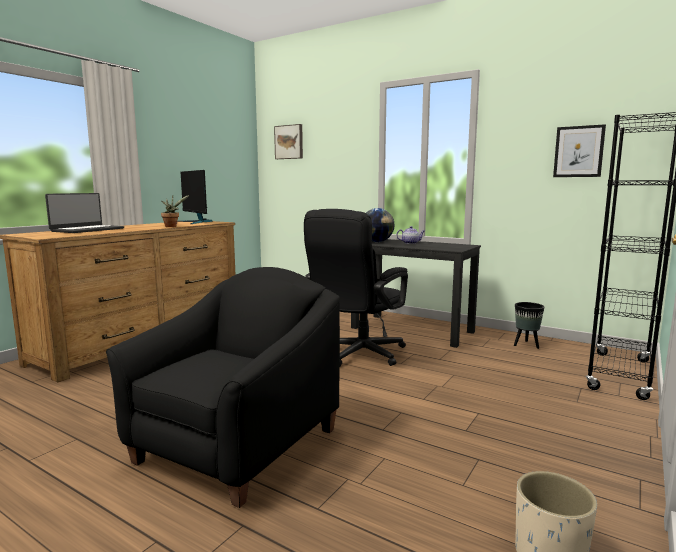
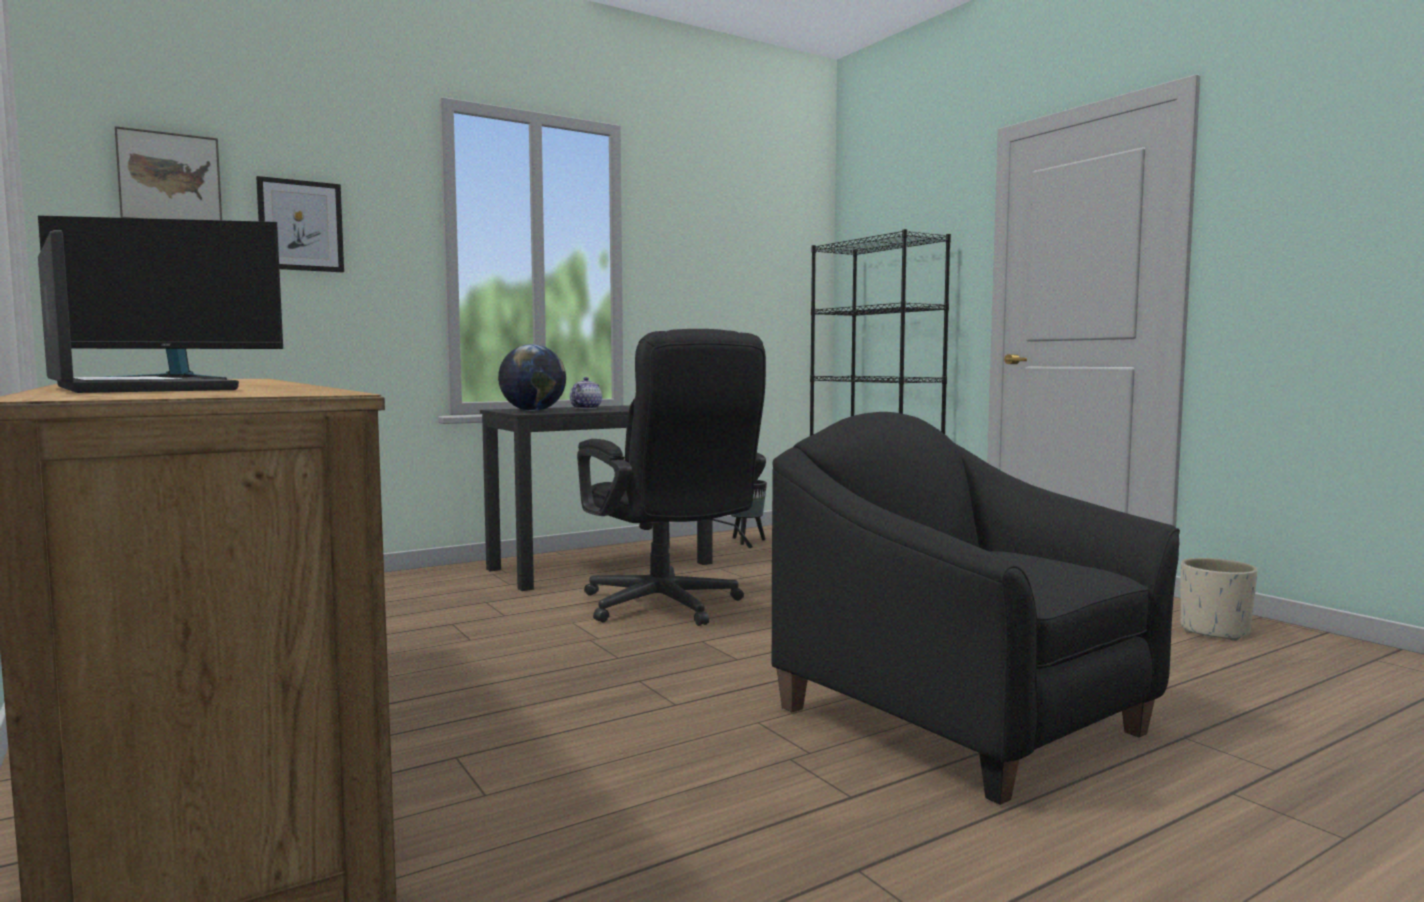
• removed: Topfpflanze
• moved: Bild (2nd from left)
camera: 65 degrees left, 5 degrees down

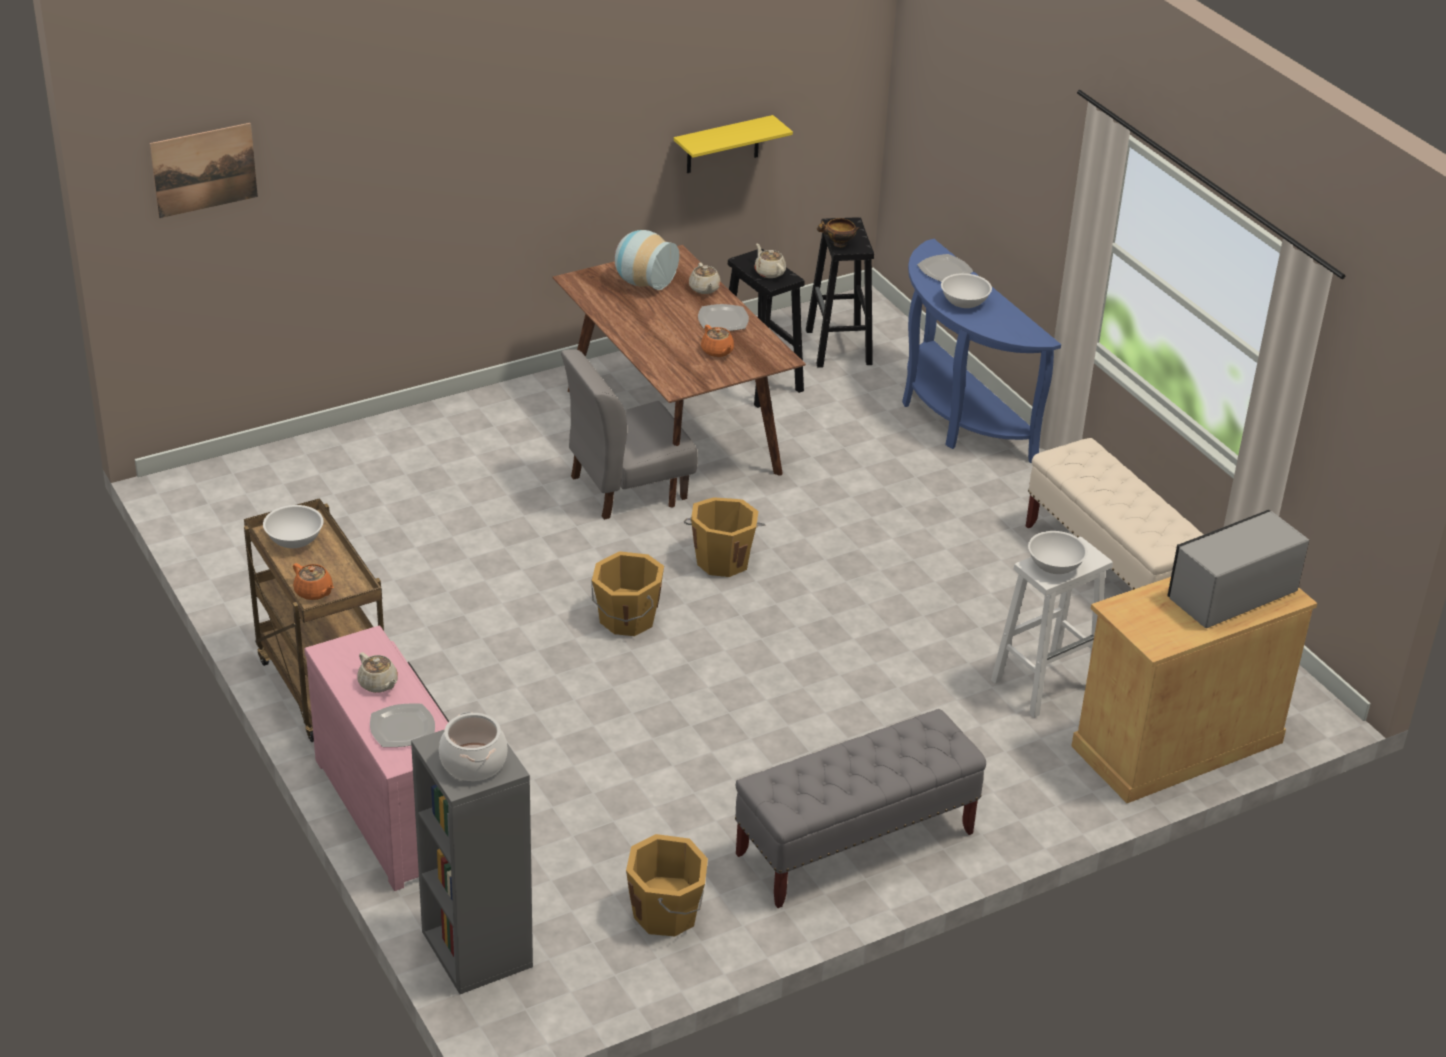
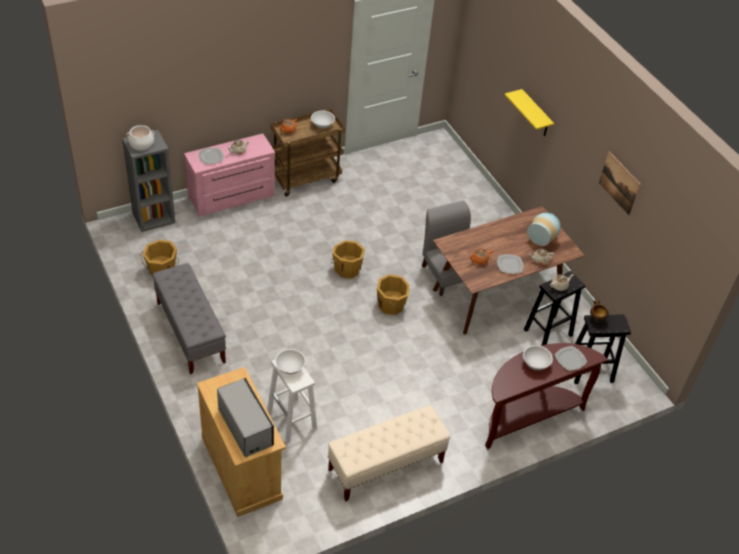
• moved: Bild
• moved: Wandregal (gelb)
• recoloured: Konsolentisch (blau) to Konsolentisch (braun)
camera: 90 degrees right, 10 degrees up

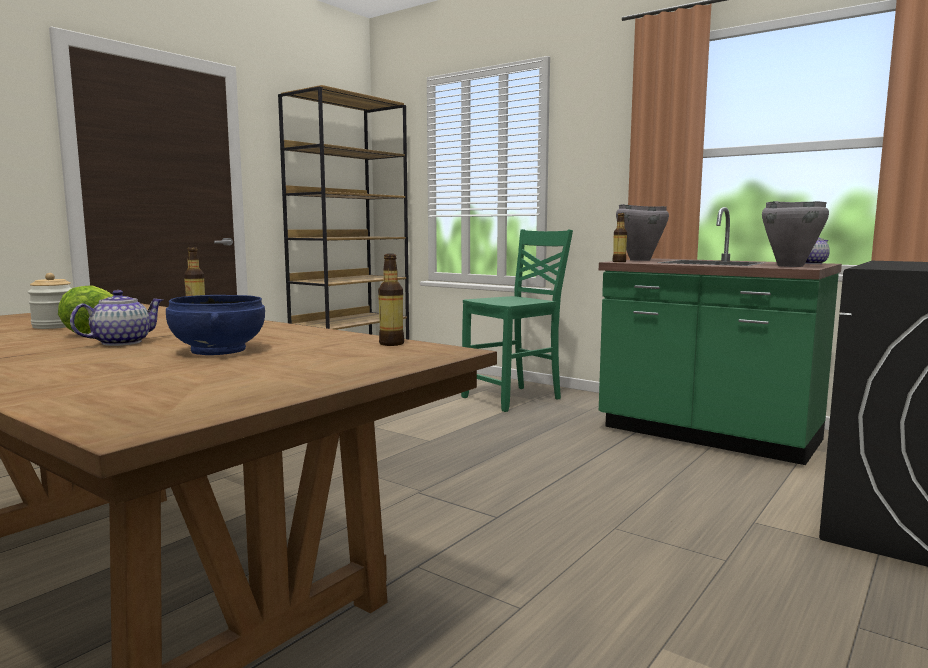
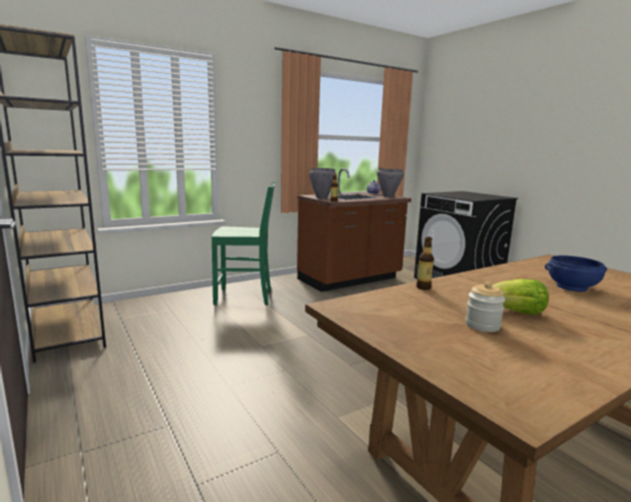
• removed: Teekanne (1st from left)
• removed: Flasche (2nd from left)
• recoloured: Küchenzeile (grün) to Küchenzeile (braun)
• turned: Stuhl (grün) 105 degrees clockwise
camera: 70 degrees left, 5 degrees up

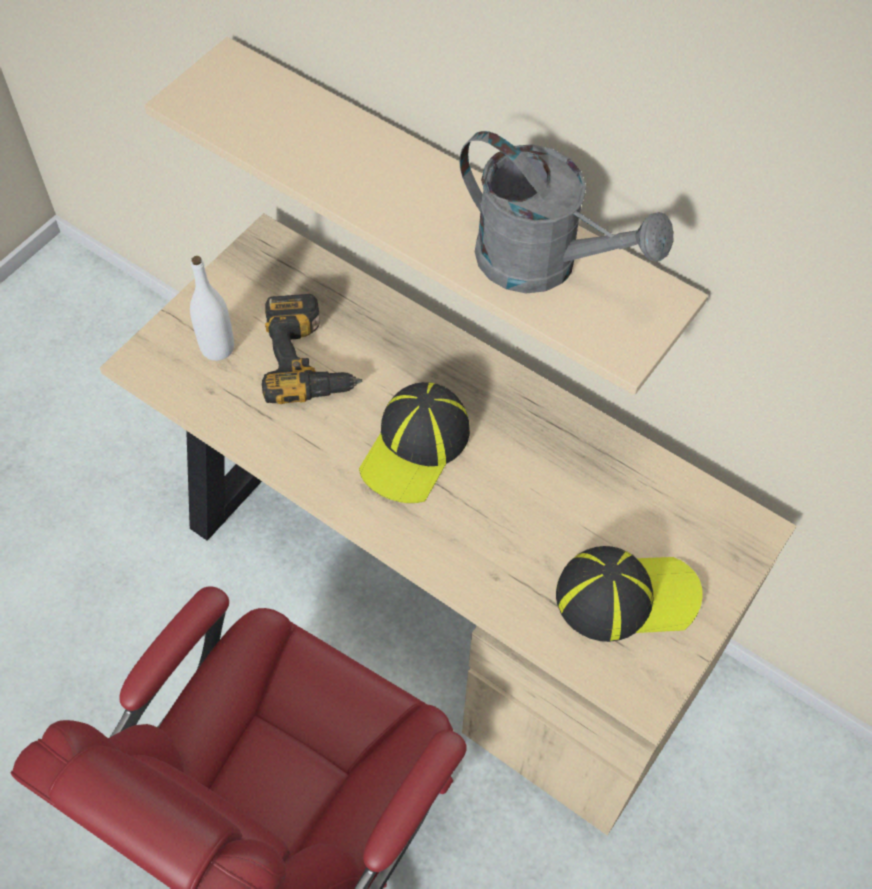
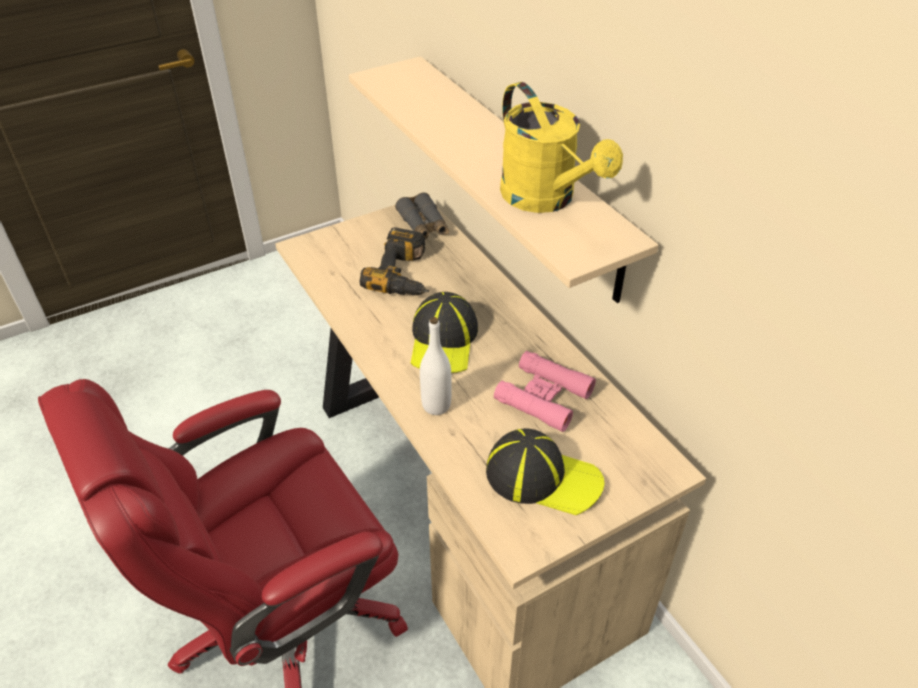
• added: Fernglas (grau)
• added: Fernglas (rosa)
• moved: Flasche (weiß)
• recoloured: Gießkanne (grau) to Gießkanne (gelb)
• turned: Kappe (1st from left) 45 degrees counterclockwise
camera: 25 degrees right, 15 degrees down

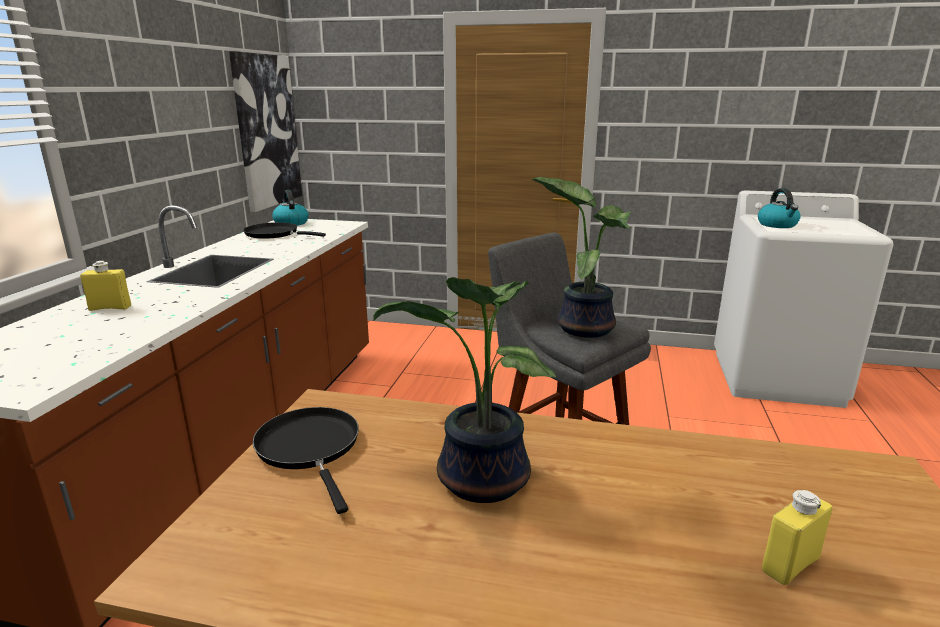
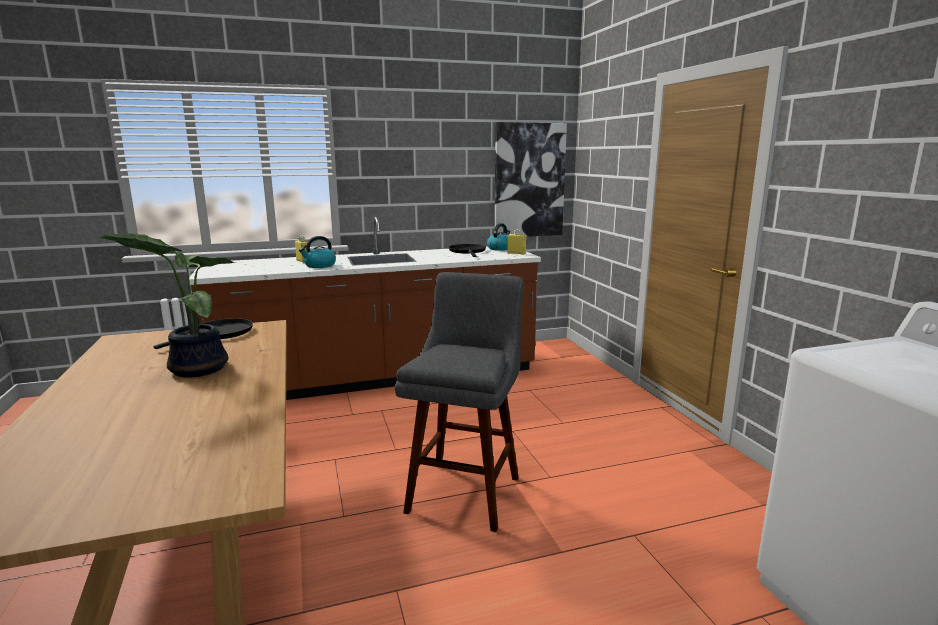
• removed: Topfpflanze (2nd from left)
• moved: Wasserkessel (2nd from left in the first image) to Wasserkessel (1st from left)
• moved: Flasche (gelb) (2nd from left)
camera: 60 degrees right, 5 degrees down

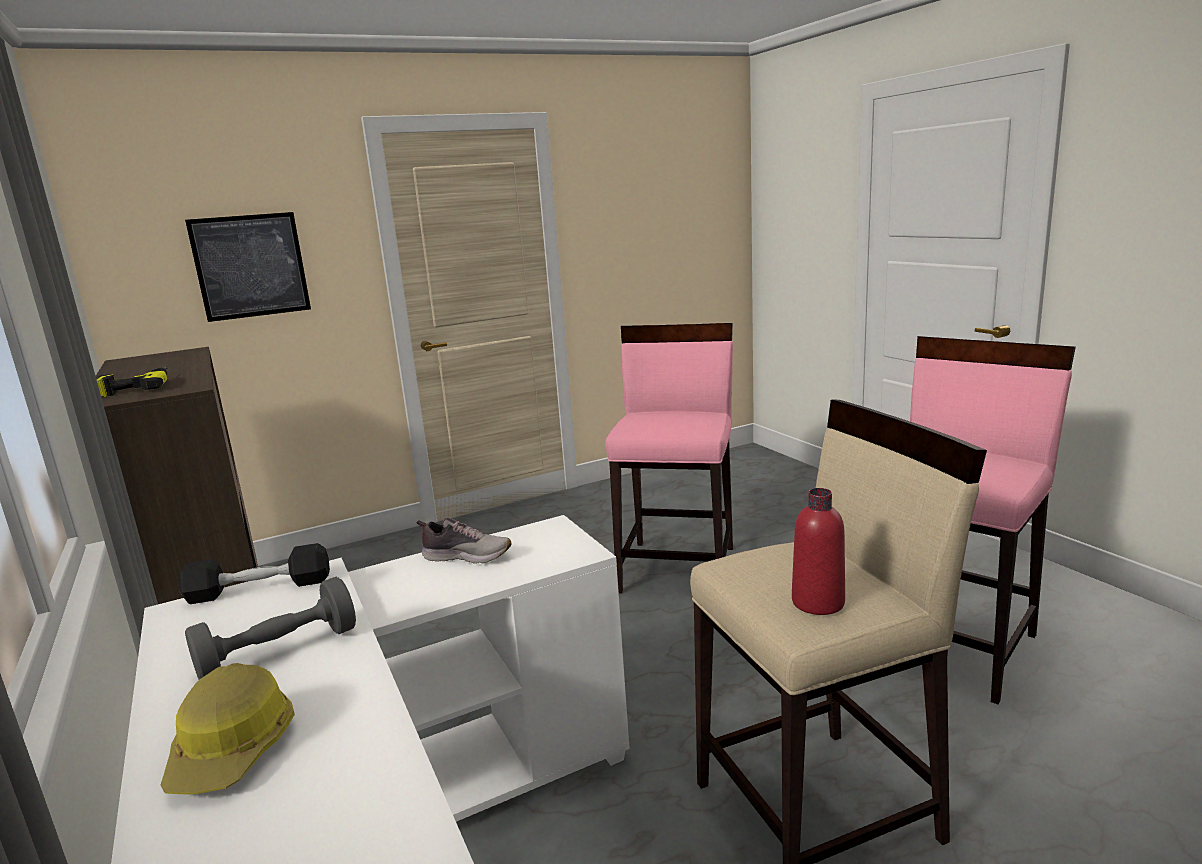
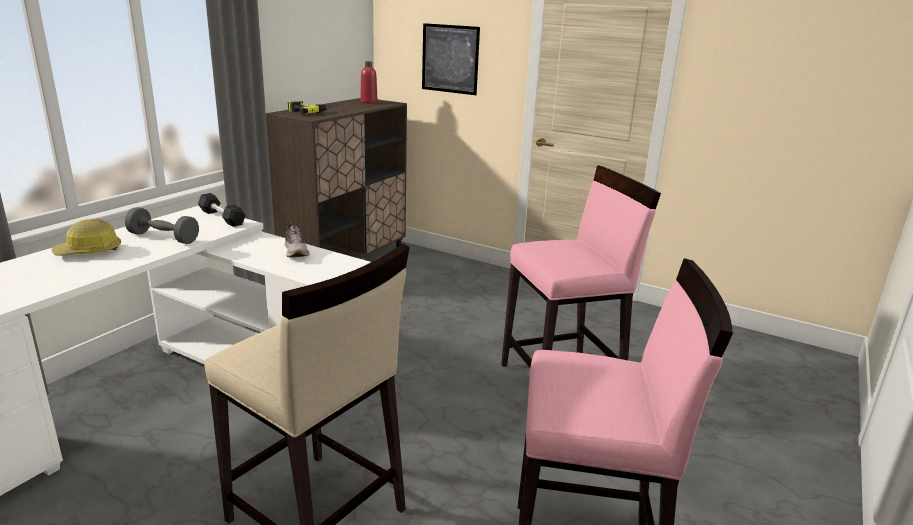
• moved: Flasche (rot)
camera: 55 degrees right, 5 degrees up

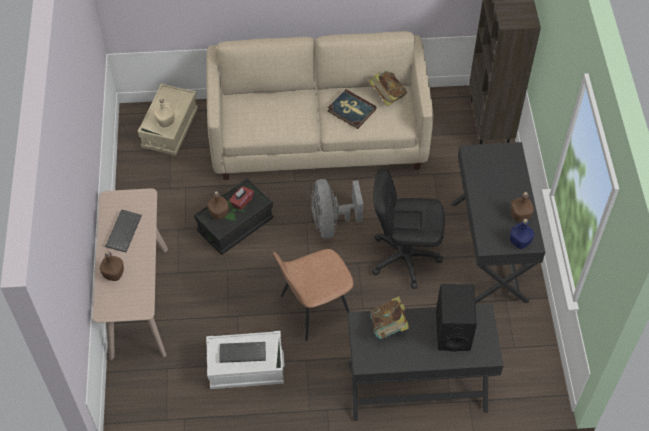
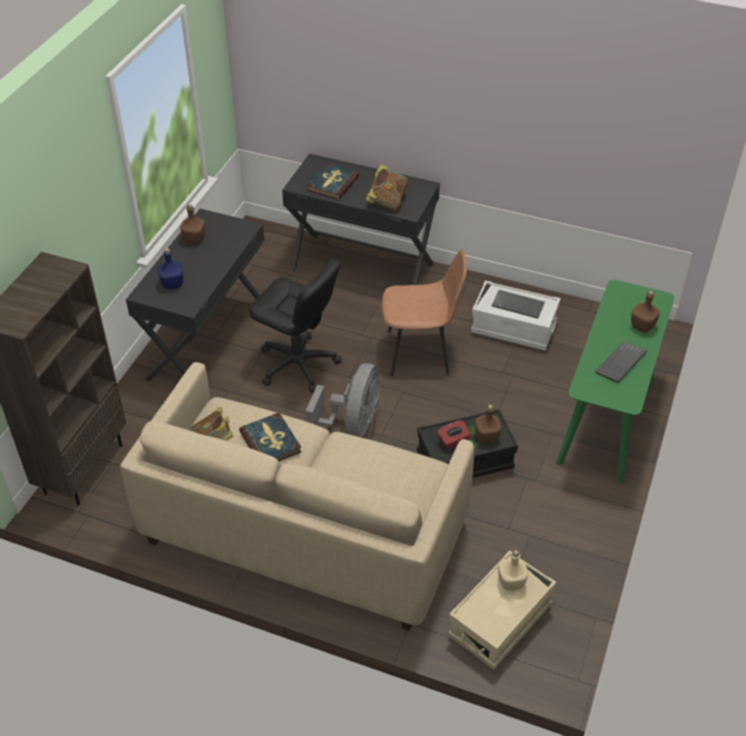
• moved: Flasche (blau)
• replaced: Lautsprecher (schwarz) to Buch (3rd from left)
• recoloured: Konsolentisch (beige) to Konsolentisch (grün)
camera: 155 degrees left, 10 degrees down

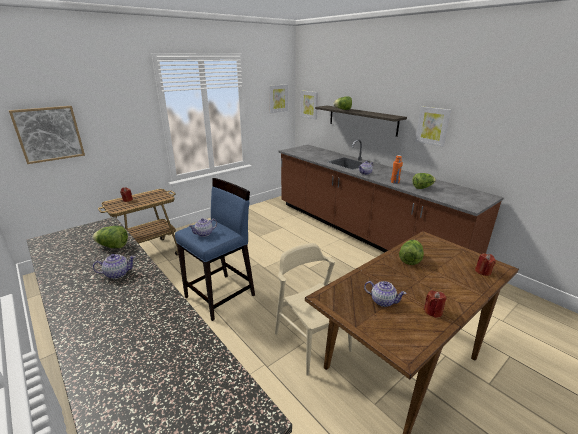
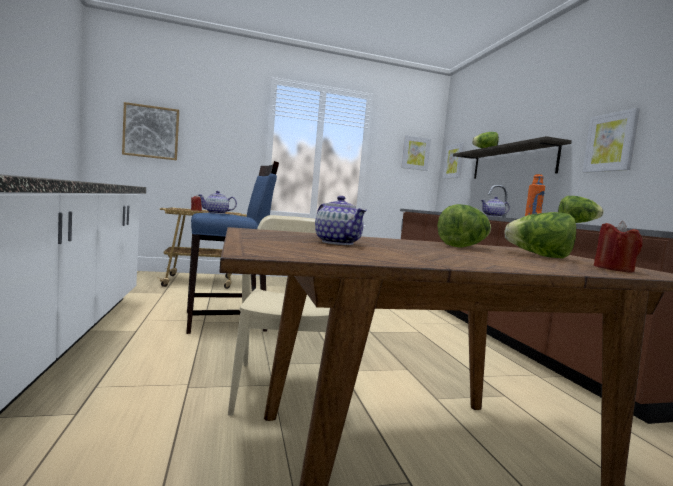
• removed: Teekanne (1st from left)
• removed: Kerze (rot) (2nd from left)
• moved: Salatkopf (1st from left in the first image) to Salatkopf (3rd from left)
camera: 25 degrees right, 20 degrees down

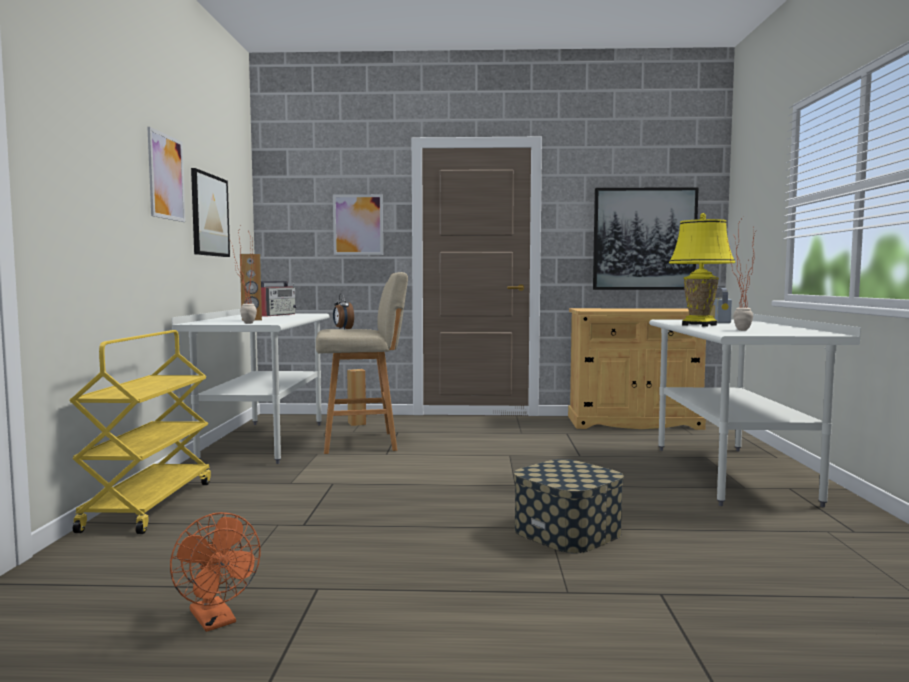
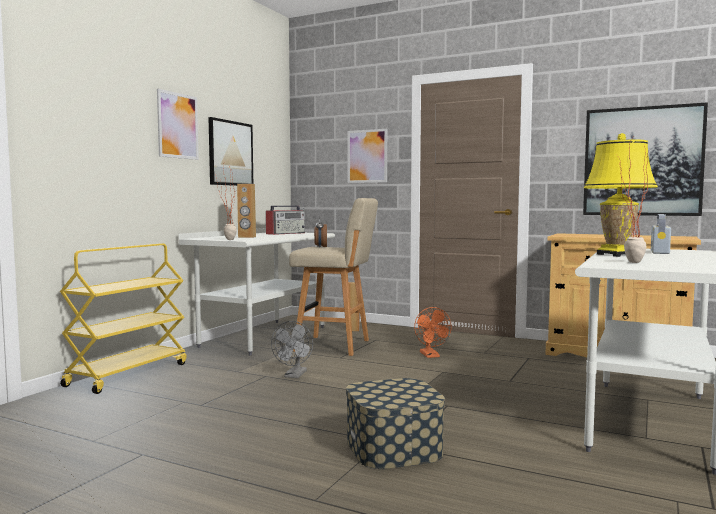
• added: Ventilator (grau)
• moved: Ventilator (orange)
camera: 25 degrees right, 0 degrees up

